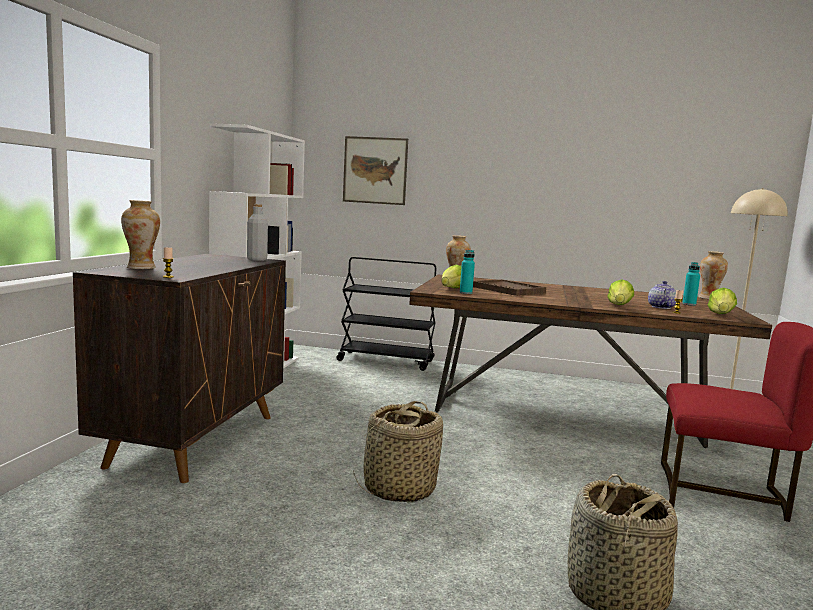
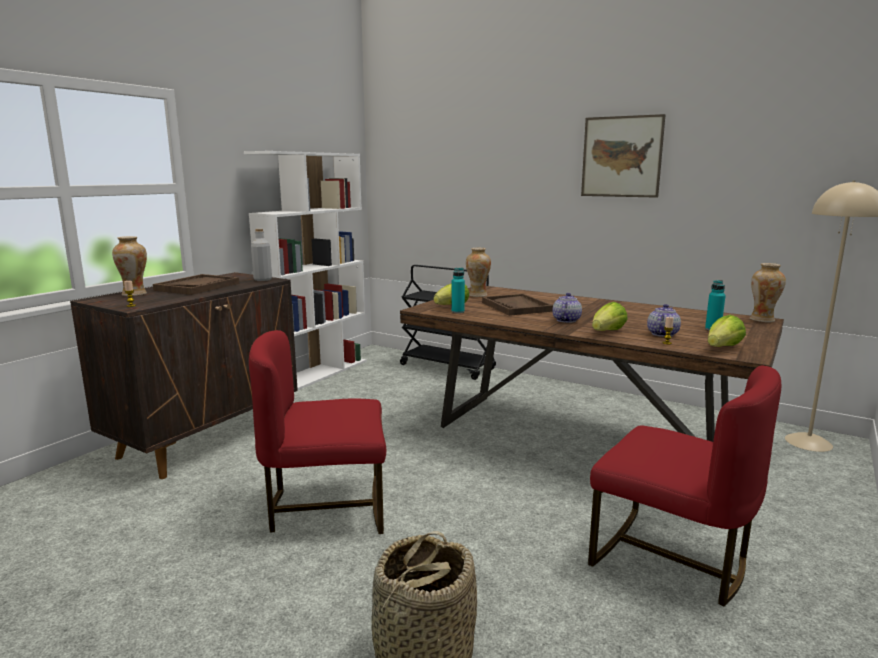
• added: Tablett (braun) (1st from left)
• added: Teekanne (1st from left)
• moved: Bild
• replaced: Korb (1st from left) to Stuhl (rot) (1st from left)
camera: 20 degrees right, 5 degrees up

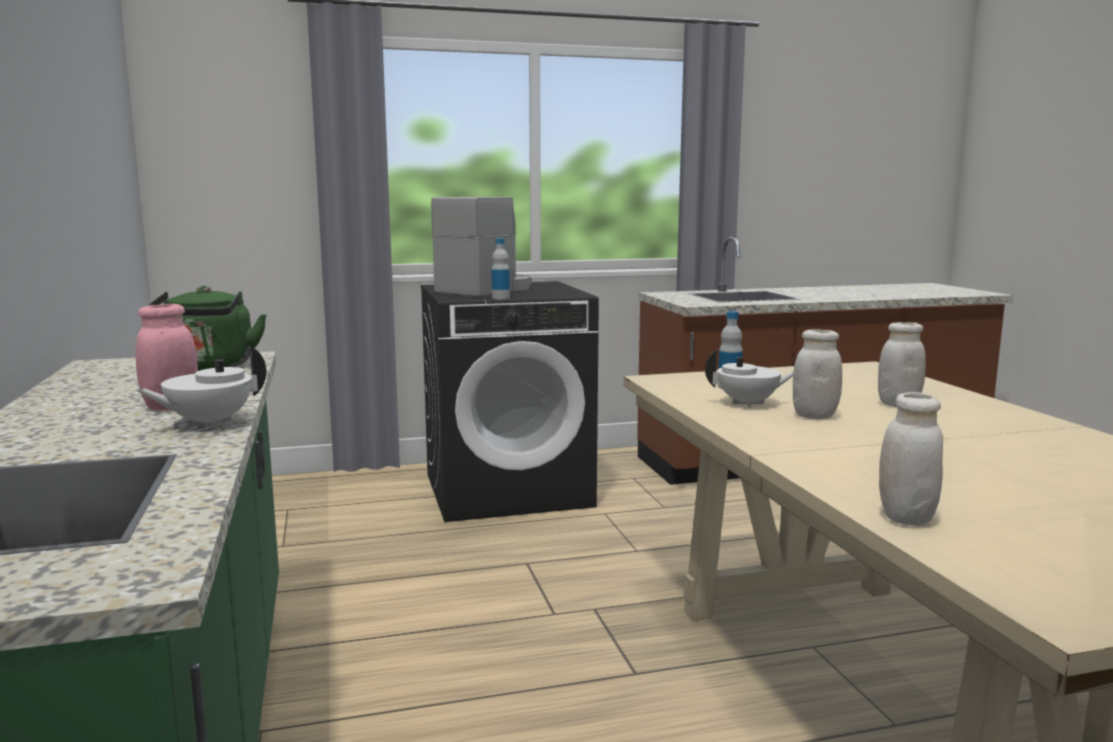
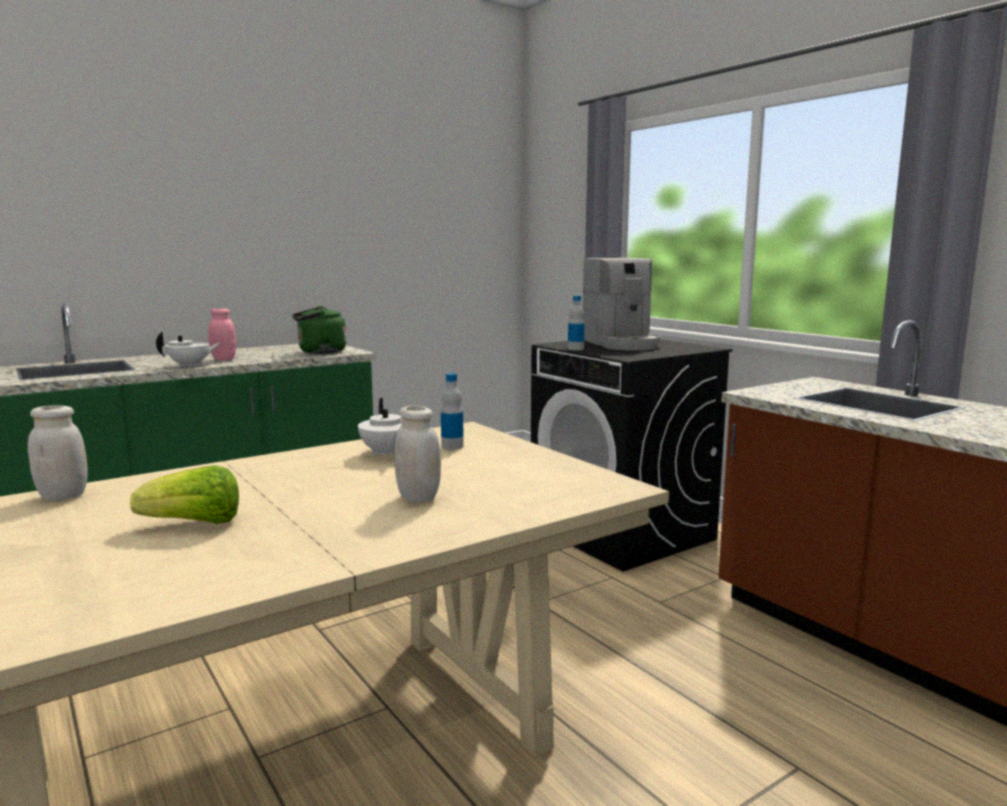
• removed: Vorratsglas (weiß) (1st from left)
• added: Salatkopf
• turned: Teekanne (weiß) (1st from left) 120 degrees clockwise
• turned: Kaffeemaschine 60 degrees clockwise
camera: 70 degrees right, 0 degrees up

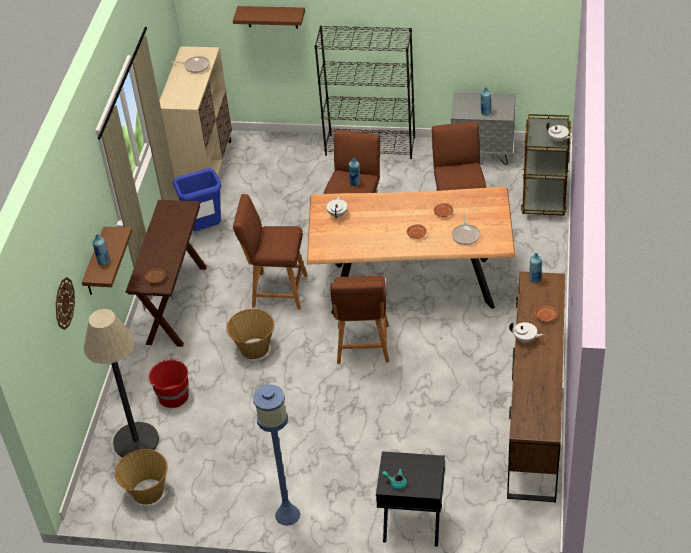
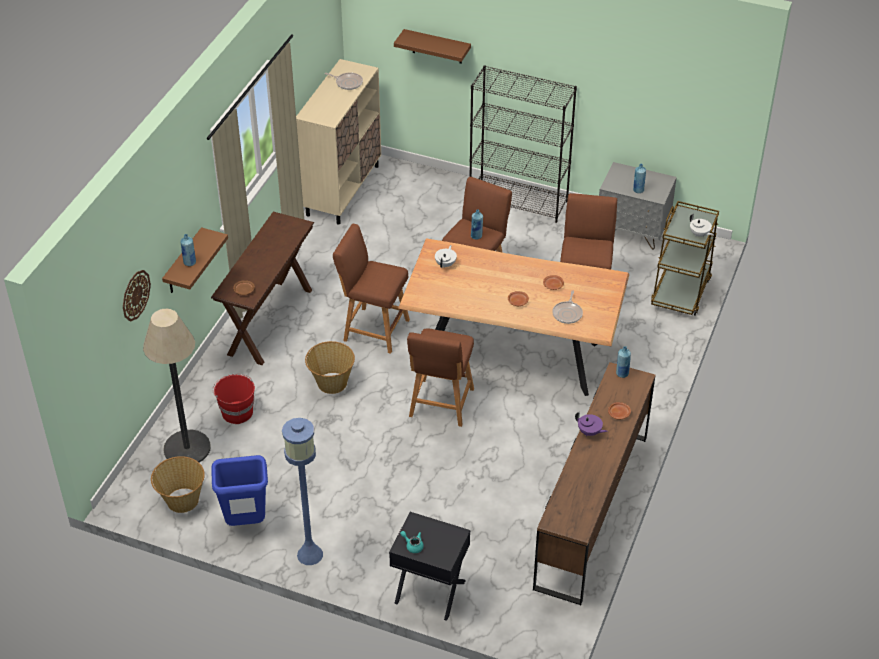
• moved: Mülleimer (blau)
• recoloured: Teekanne (weiß) (2nd from left) to Teekanne (lila)
camera: 10 degrees right, 0 degrees up

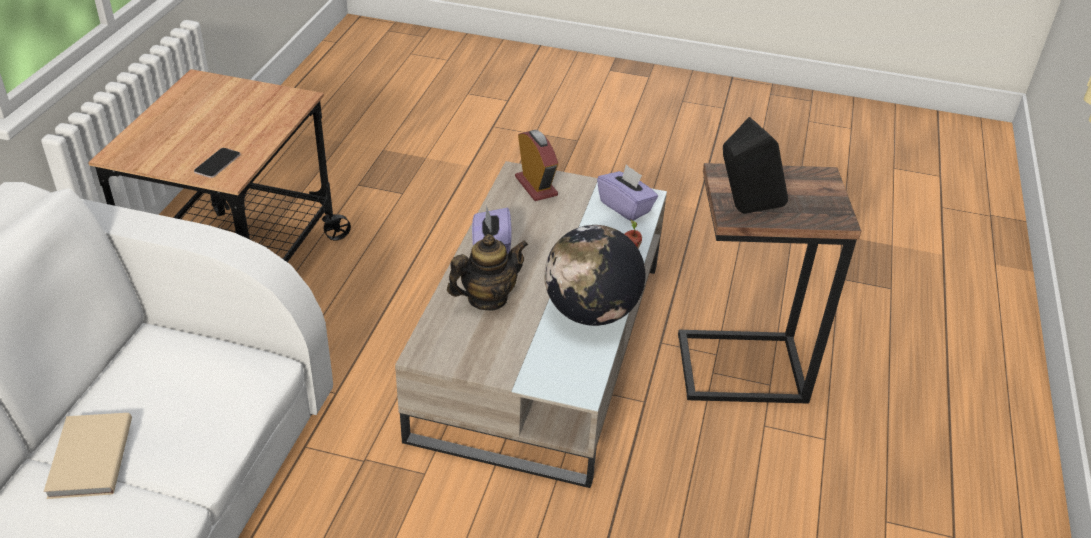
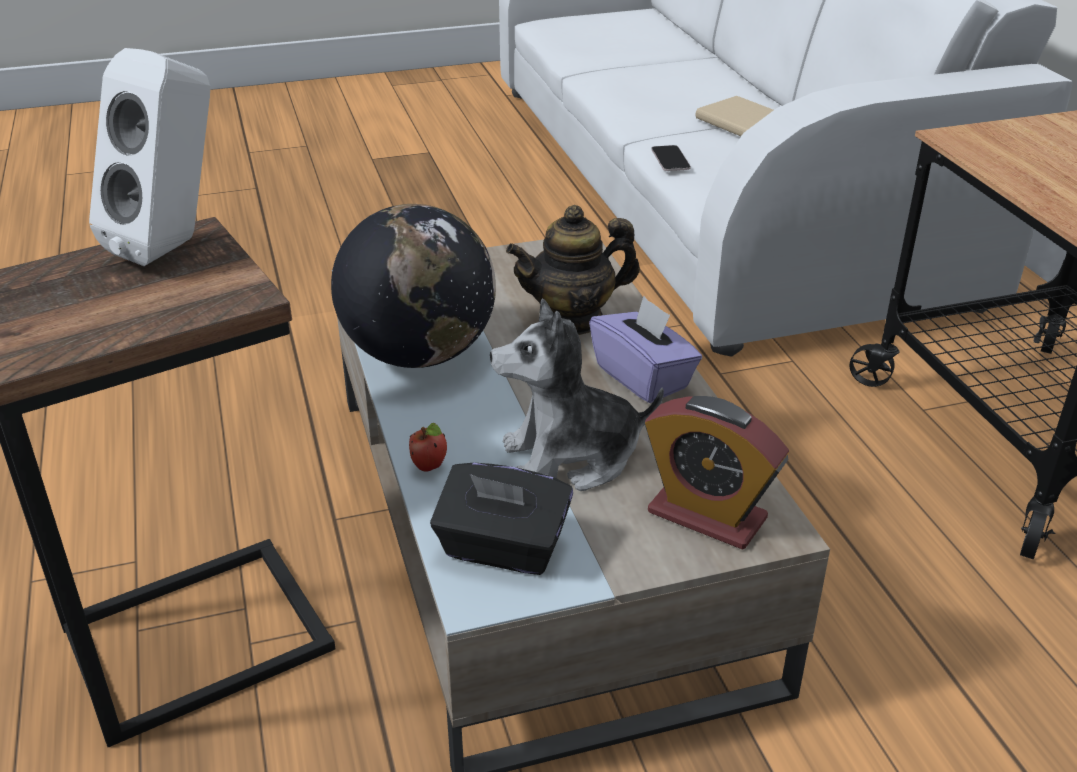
• added: Plüschtier
• moved: Handy
• recoloured: Taschentuchbox (lila) (2nd from left) to Taschentuchbox (schwarz)
• recoloured: Lautsprecher (schwarz) to Lautsprecher (weiß)
• turned: Teekanne 45 degrees clockwise
camera: 150 degrees right, 5 degrees down

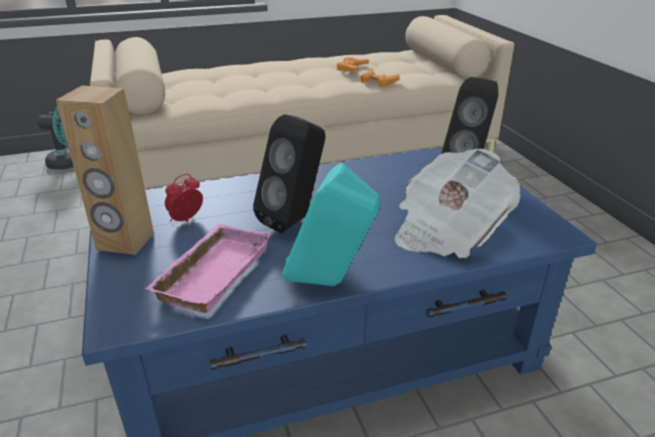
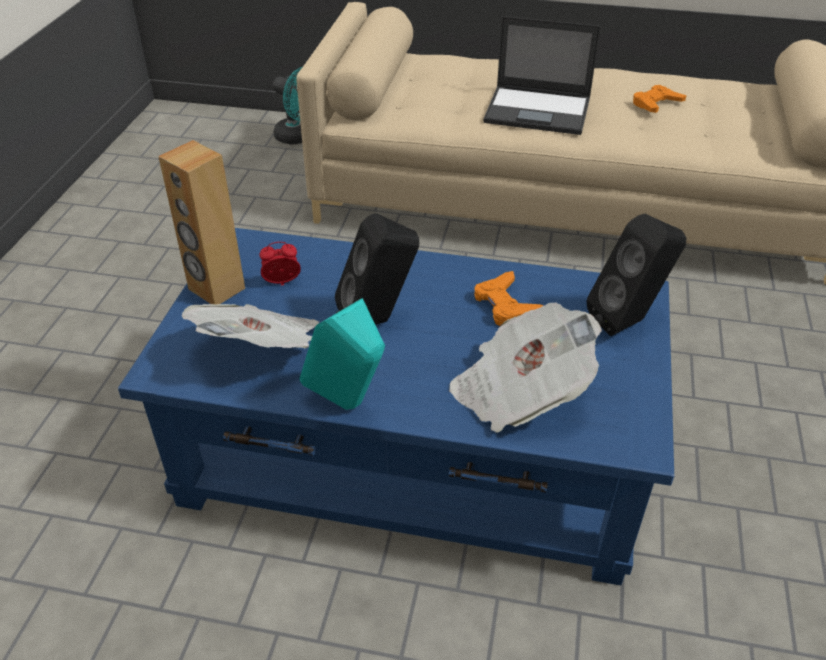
• added: Laptop
• moved: Gamepad (orange) (2nd from left in the first image) to Gamepad (orange) (1st from left)
• replaced: Tablett (rosa) to Zeitung (1st from left)
camera: 30 degrees right, 10 degrees up

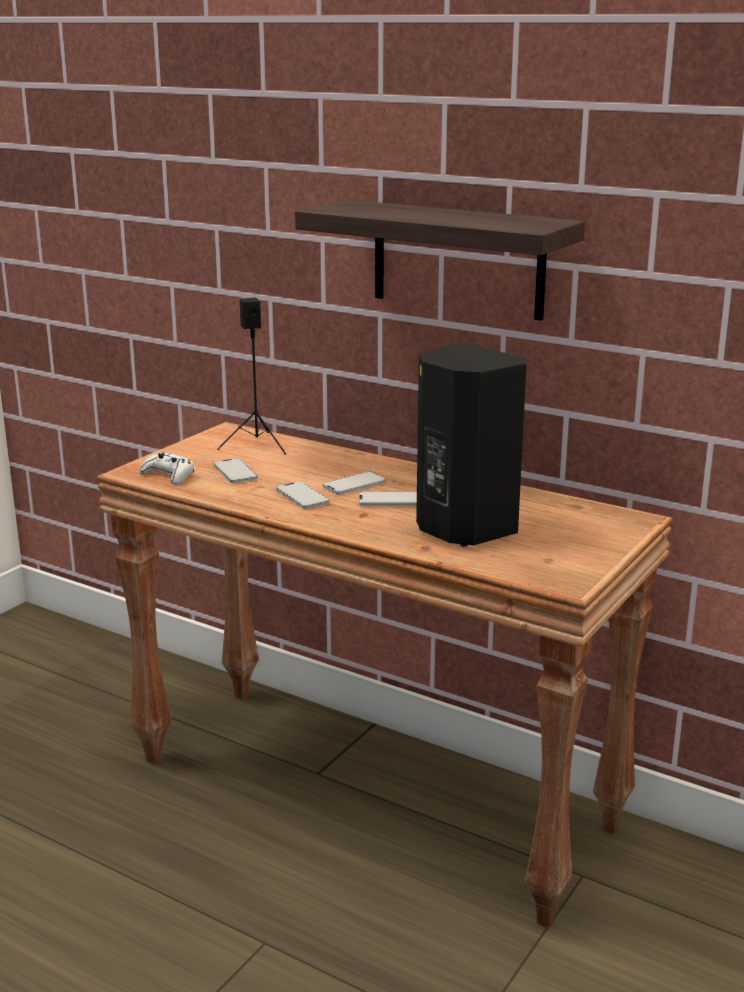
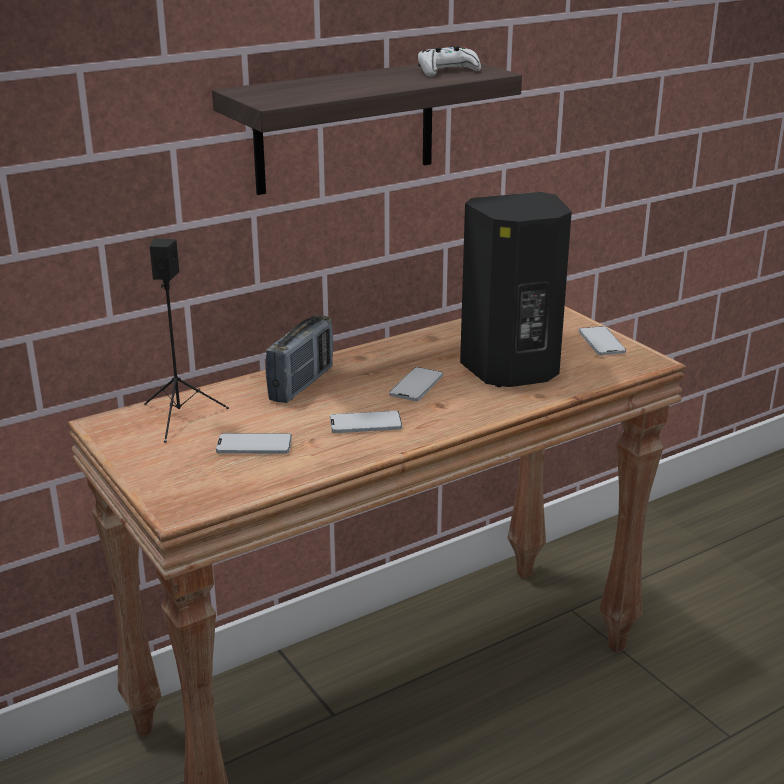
• added: Radio
• moved: Gamepad (weiß)
• moved: Handy (3rd from left in the first image) to Handy (4th from left)
camera: 65 degrees left, 5 degrees up

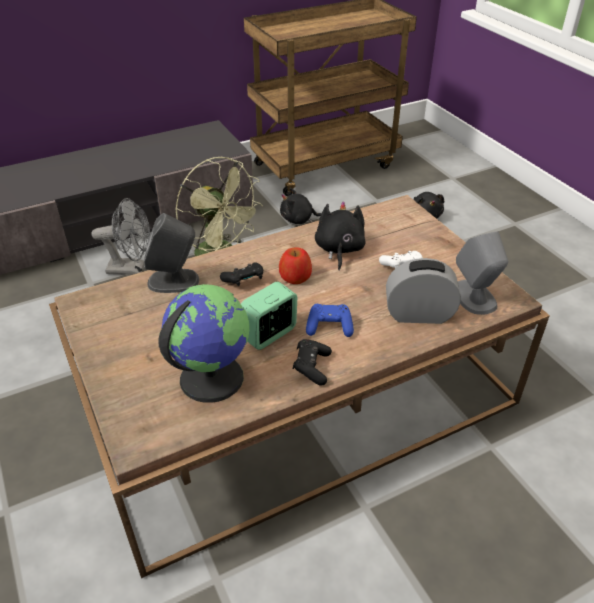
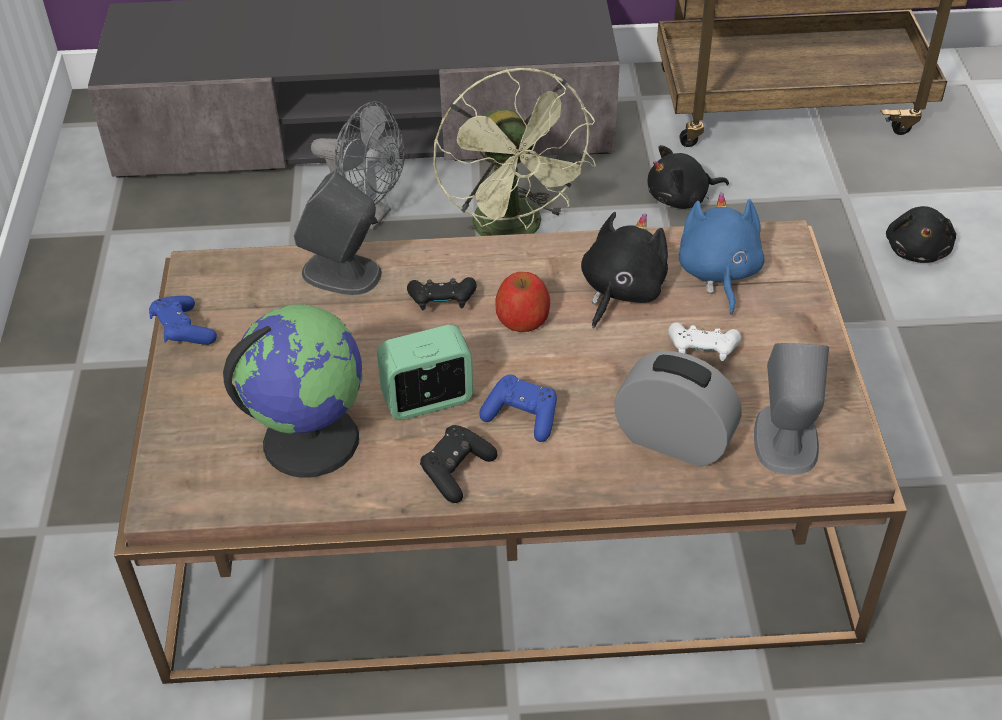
• added: Gamepad (blau) (1st from left)
• added: Plüschtier (blau)
• turned: Plüschtier (schwarz) (1st from left in the first image) 45 degrees counterclockwise
camera: 25 degrees right, 5 degrees up

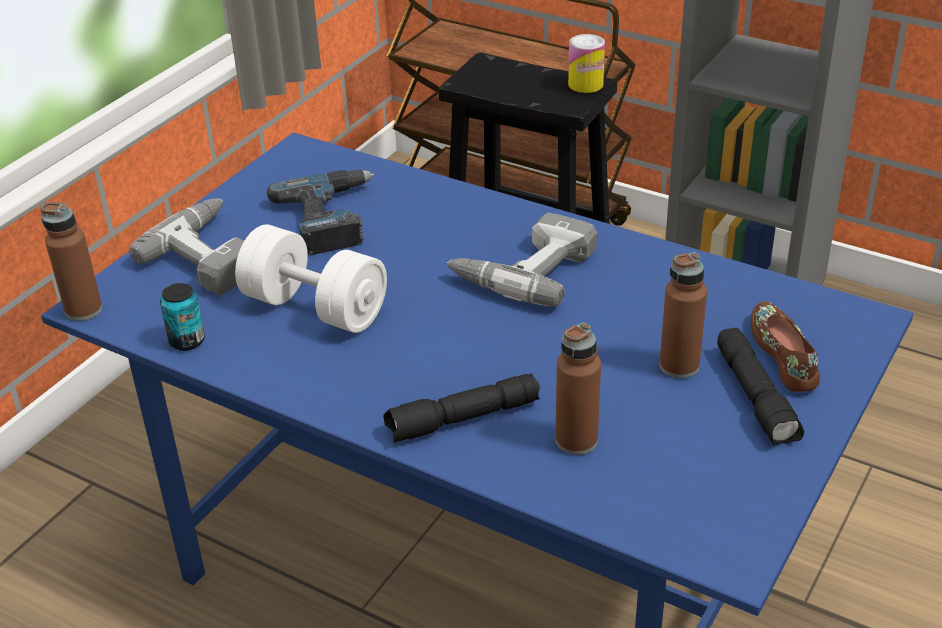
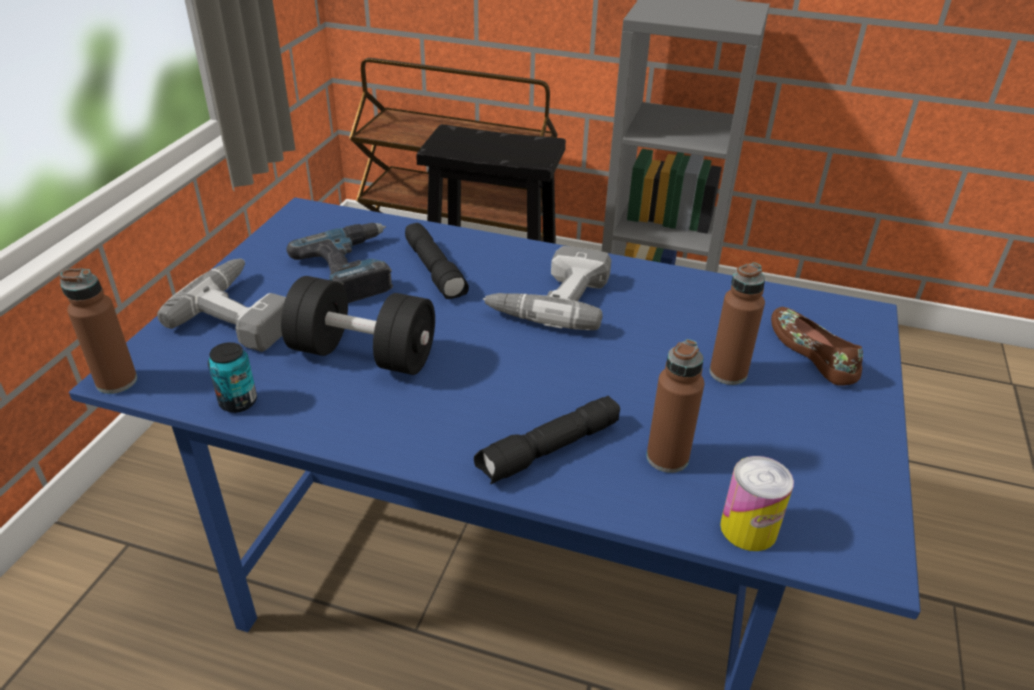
• moved: Dose (2nd from left)
• moved: Taschenlampe (schwarz) (2nd from left in the first image) to Taschenlampe (schwarz) (1st from left)
• recoloured: Hantel (weiß) to Hantel (schwarz)
camera: 15 degrees left, 0 degrees up

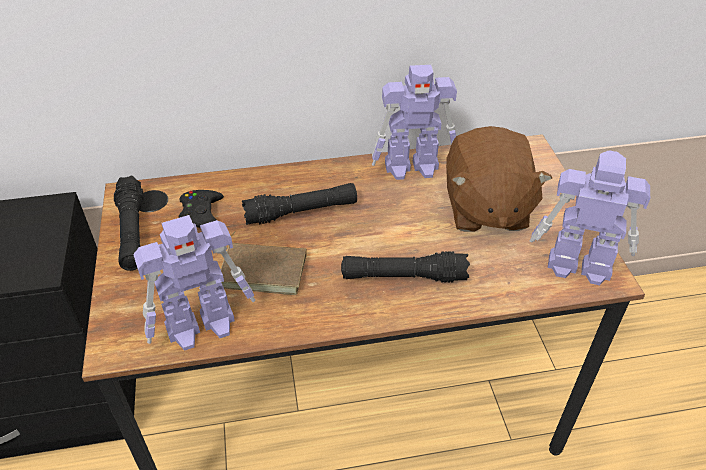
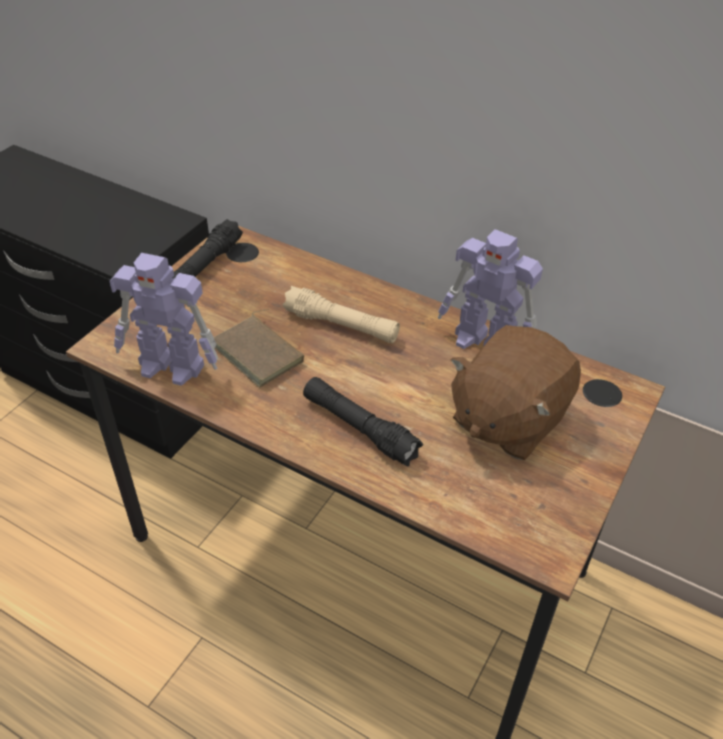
• removed: Gamepad (schwarz)
• removed: Spielzeugroboter (3rd from left)
• recoloured: Taschenlampe (schwarz) (2nd from left) to Taschenlampe (beige)
camera: 40 degrees right, 0 degrees up

